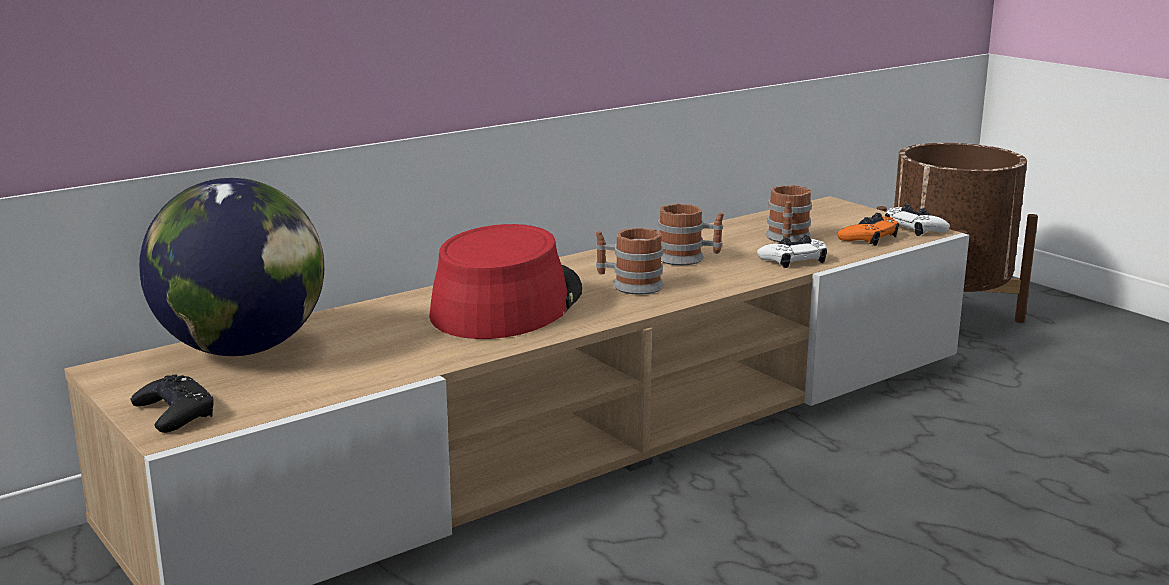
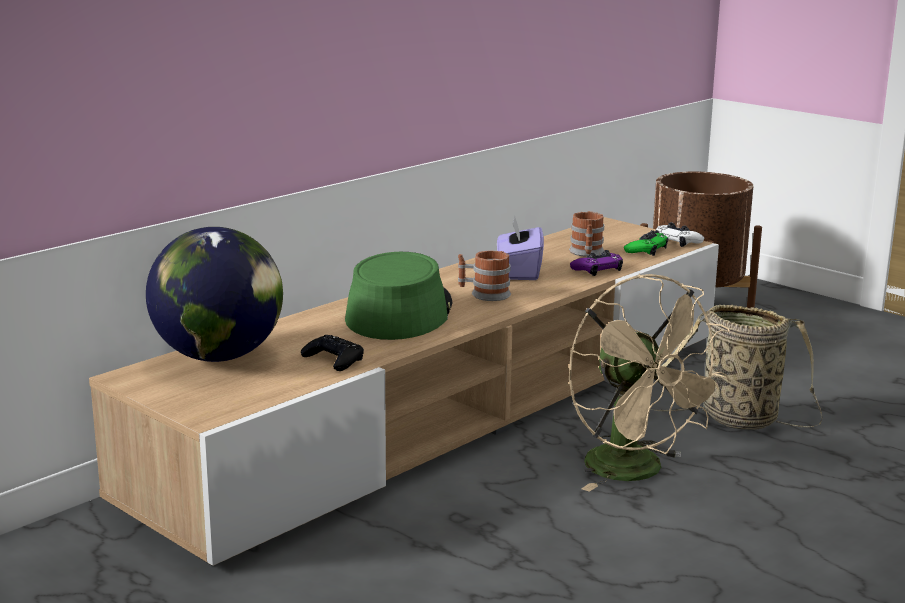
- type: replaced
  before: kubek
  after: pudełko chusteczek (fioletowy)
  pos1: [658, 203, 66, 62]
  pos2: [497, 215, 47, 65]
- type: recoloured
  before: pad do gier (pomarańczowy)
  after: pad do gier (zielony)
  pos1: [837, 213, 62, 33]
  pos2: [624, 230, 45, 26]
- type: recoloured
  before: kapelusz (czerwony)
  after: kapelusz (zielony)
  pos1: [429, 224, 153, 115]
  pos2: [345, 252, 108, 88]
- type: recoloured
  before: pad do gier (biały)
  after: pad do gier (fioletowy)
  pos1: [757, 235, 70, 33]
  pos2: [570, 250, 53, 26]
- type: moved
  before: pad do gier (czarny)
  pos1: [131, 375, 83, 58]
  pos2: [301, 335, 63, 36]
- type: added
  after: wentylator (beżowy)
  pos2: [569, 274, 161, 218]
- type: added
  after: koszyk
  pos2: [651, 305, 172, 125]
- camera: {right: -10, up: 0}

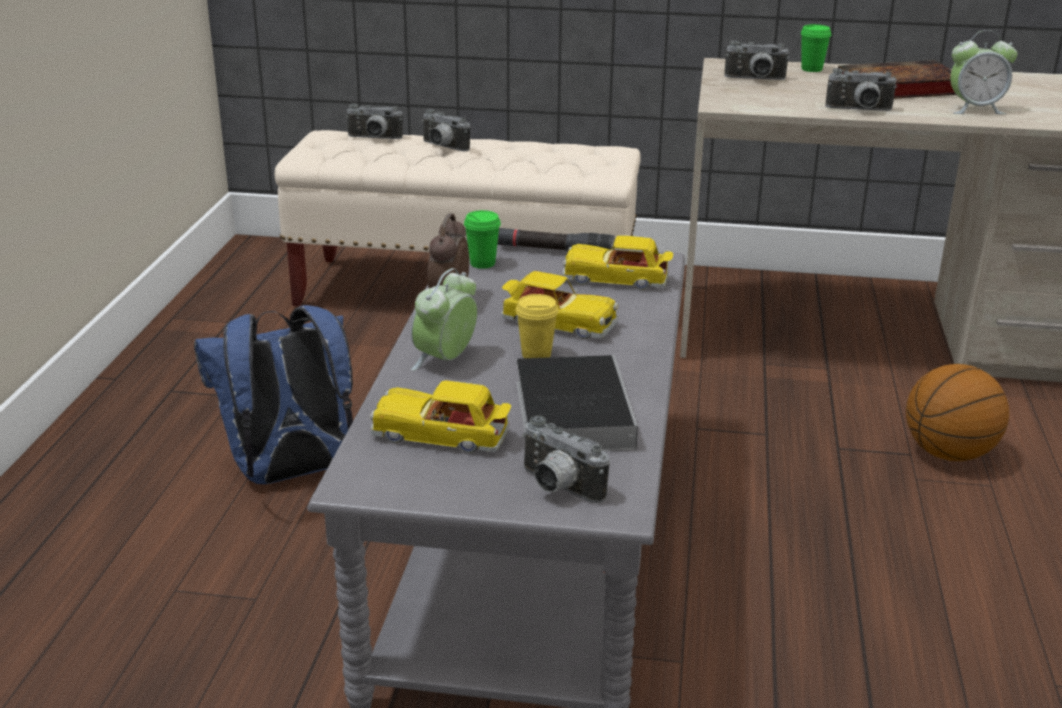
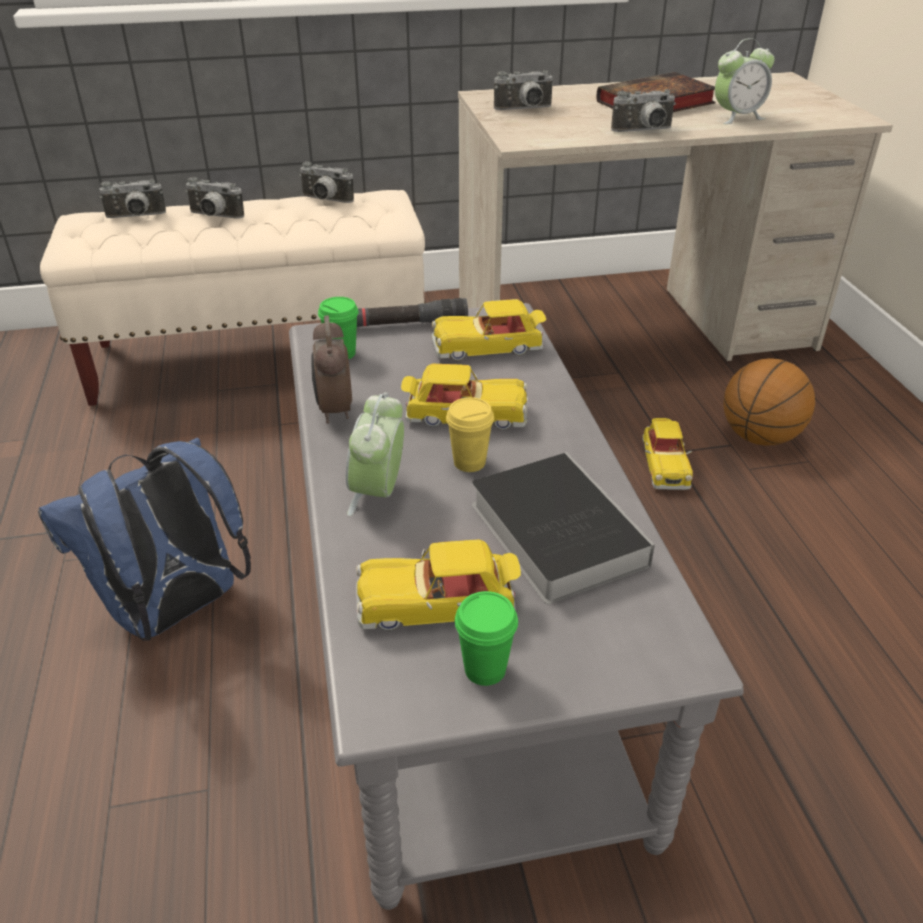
- type: moved
  before: filiżanka (zielony)
  pos1: [801, 24, 30, 48]
  pos2: [455, 591, 63, 95]
- type: moved
  before: aparat fotograficzny
  pos1: [522, 415, 88, 88]
  pos2: [299, 162, 55, 41]
- type: added
  after: samochodzik
  pos2: [642, 418, 51, 72]
- camera: {right: -20, up: 10}

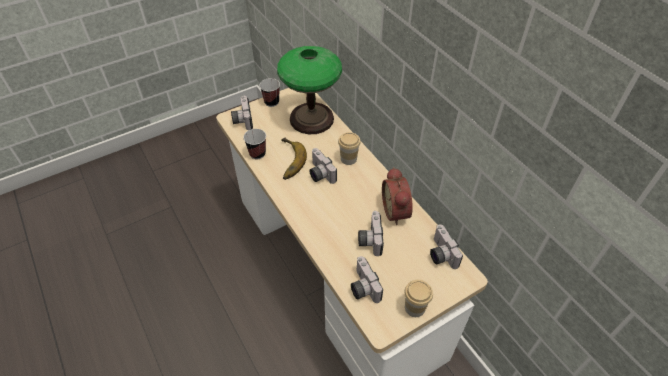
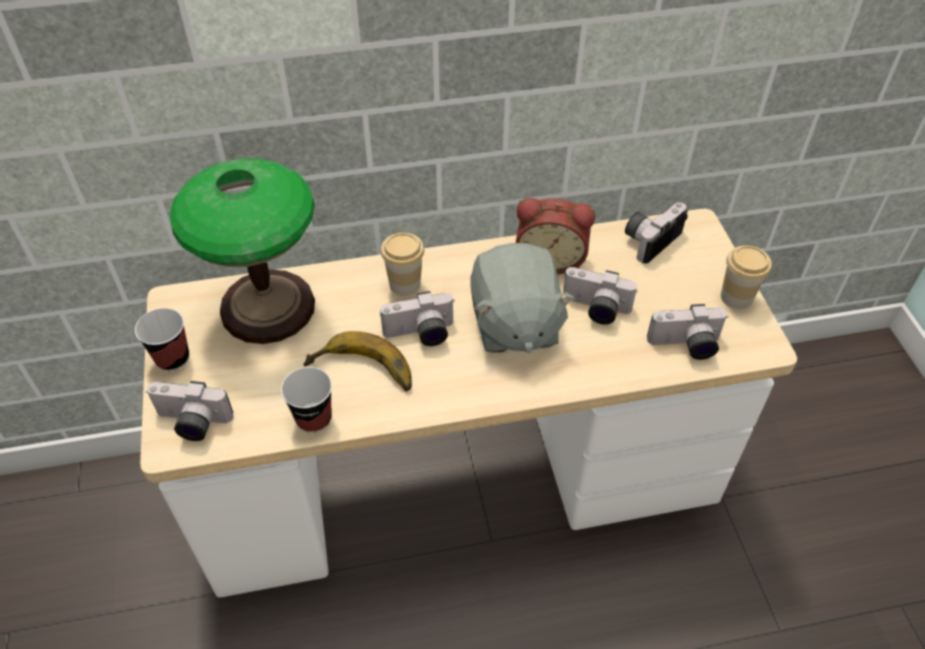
- type: turned
  before: aparat fotograficzny
  pos1: [430, 224, 33, 45]
  pos2: [625, 202, 63, 61]
  turn: 135
- type: added
  after: pluszak (szary)
  pos2: [470, 243, 105, 110]
- camera: {right: -70, up: 0}

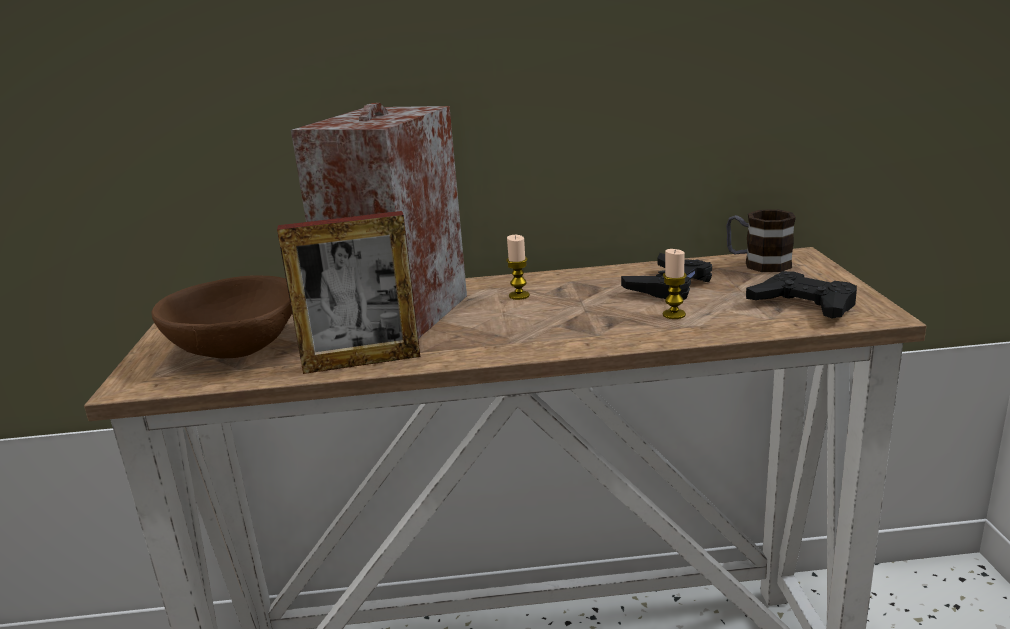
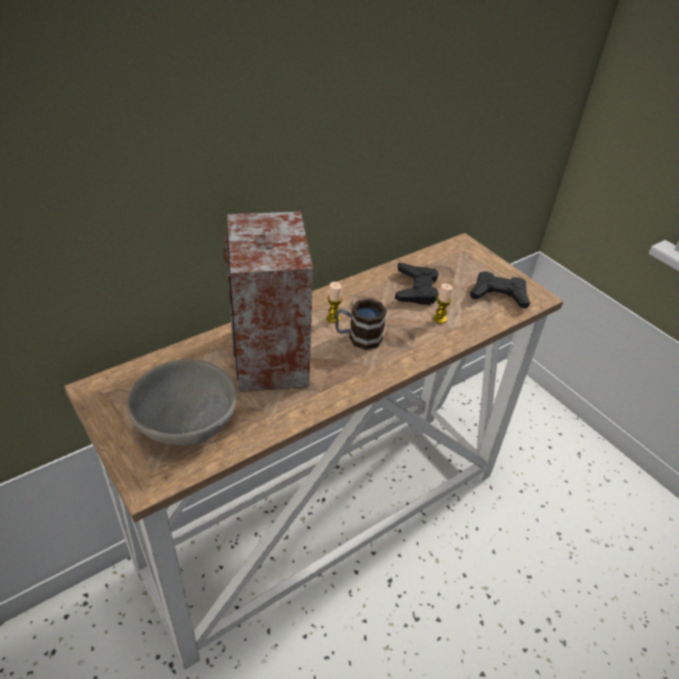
- type: moved
  before: kubek
  pos1: [726, 209, 70, 63]
  pos2: [335, 299, 52, 51]
- type: removed
  before: ramka na zdjęcie
  pos1: [277, 211, 143, 163]
- type: recoloured
  before: miska (brązowy)
  after: miska (szary)
  pos1: [151, 276, 141, 83]
  pos2: [127, 359, 109, 86]
- camera: {right: -35, up: 20}

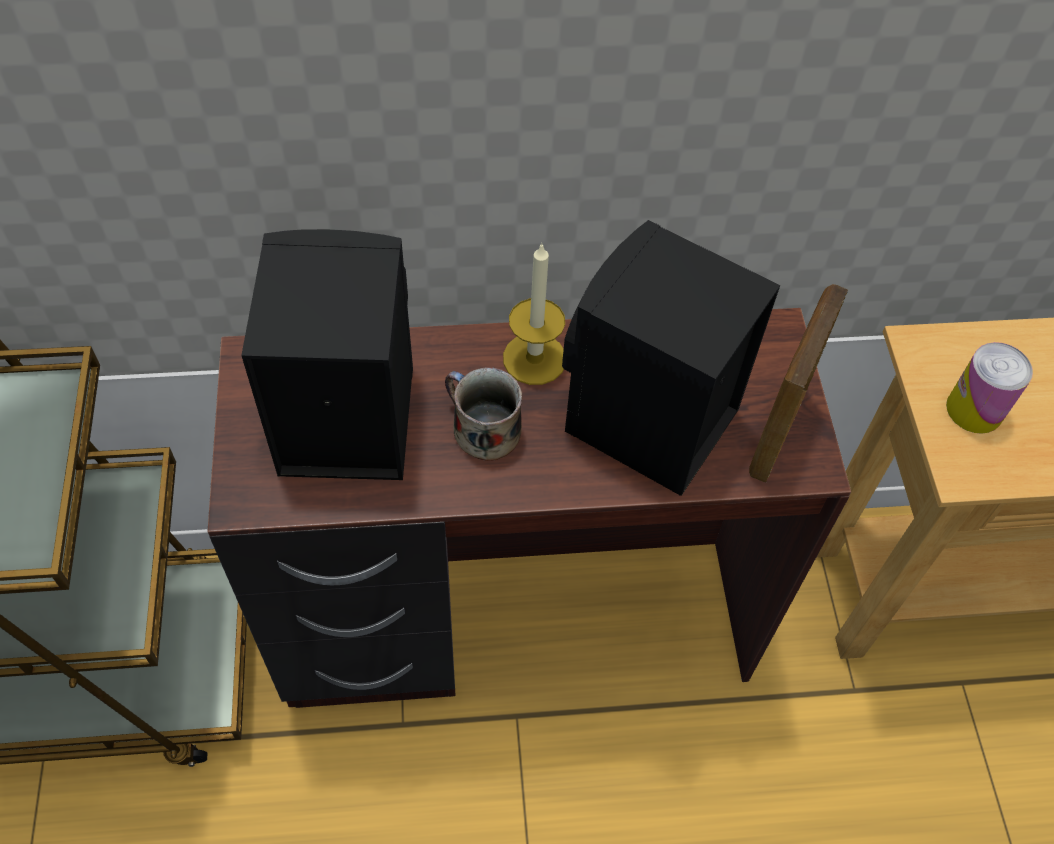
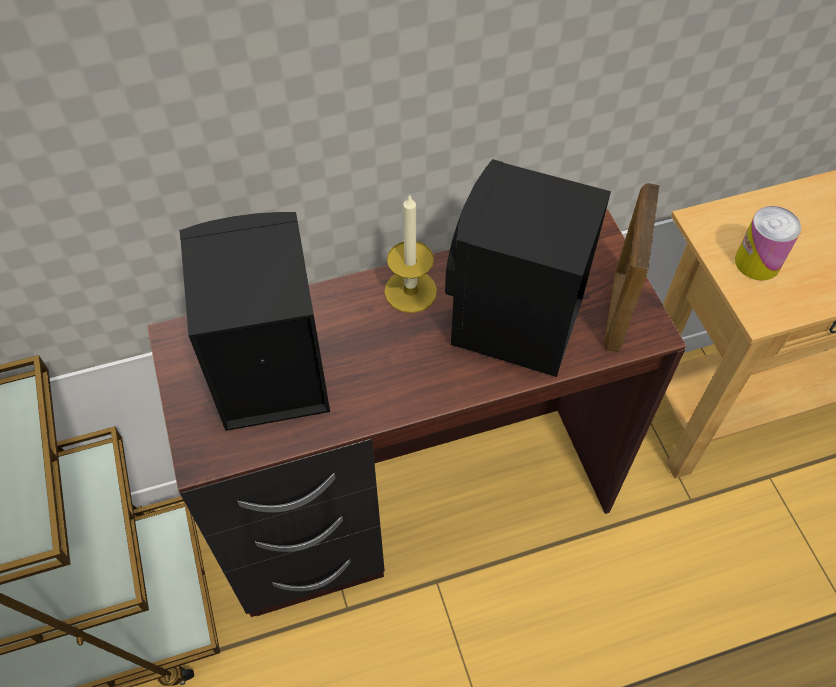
- type: removed
  before: kubek
  pos1: [445, 367, 77, 94]
- camera: {right: -10, up: 0}

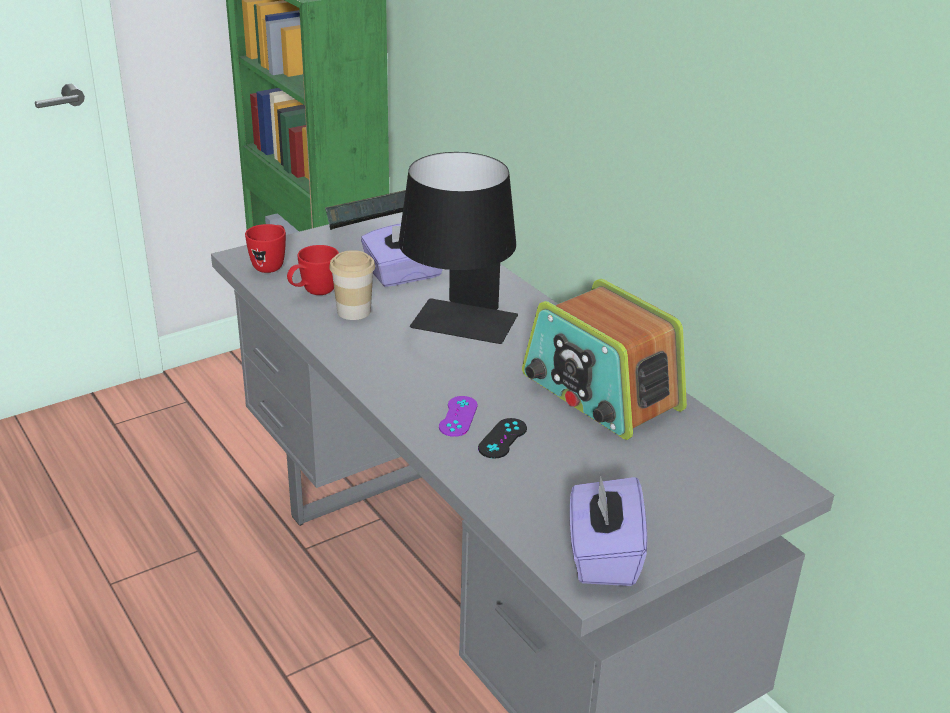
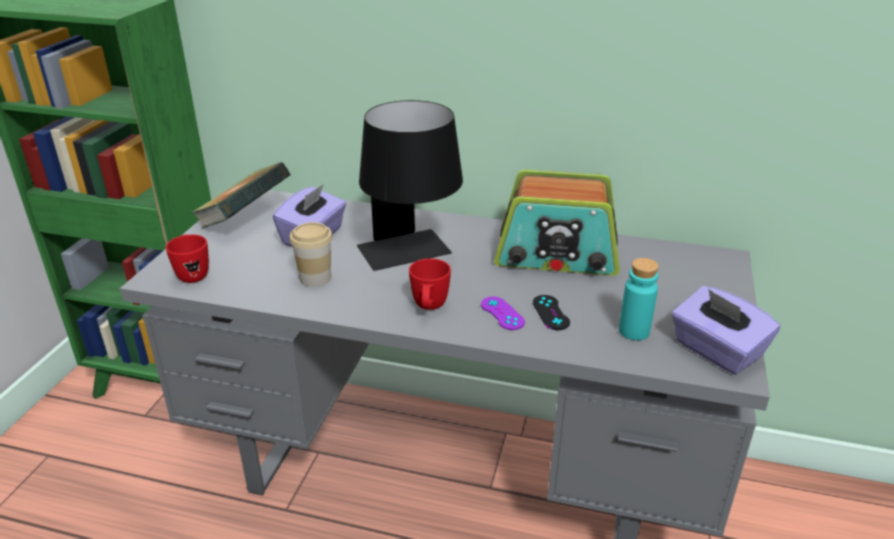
- type: moved
  before: kubek (czerwony)
  pos1: [287, 245, 52, 50]
  pos2: [409, 258, 42, 52]
- type: added
  after: butelka (turkusowy)
  pos2: [619, 258, 40, 82]
- camera: {right: -40, up: 0}

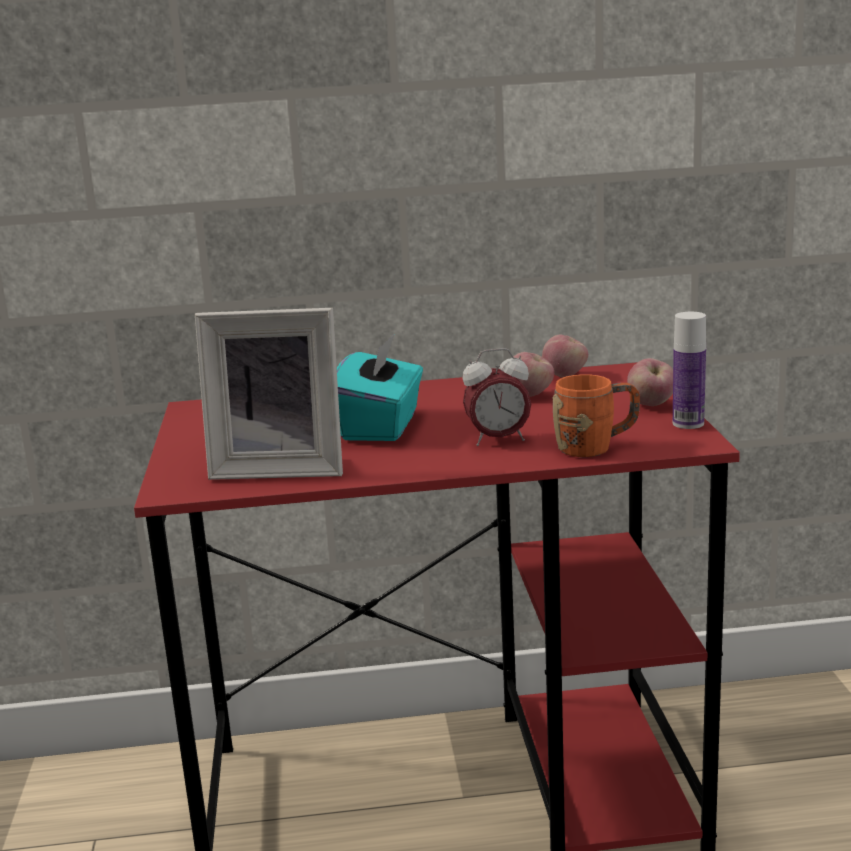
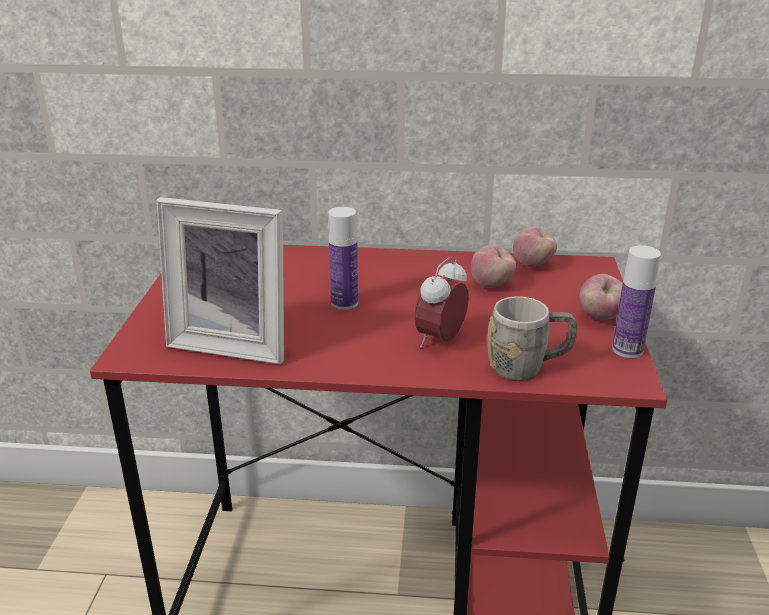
- type: replaced
  before: pudełko chusteczek (turkusowy)
  after: butelka
  pos1: [337, 334, 86, 107]
  pos2: [328, 207, 30, 103]
- type: turned
  before: budzik
  pos1: [463, 348, 68, 98]
  pos2: [414, 257, 55, 91]
  turn: 120
- type: recoloured
  before: kubek (pomarańczowy)
  after: kubek (szary)
  pos1: [552, 374, 88, 83]
  pos2: [487, 296, 91, 84]
- camera: {right: 10, up: 10}

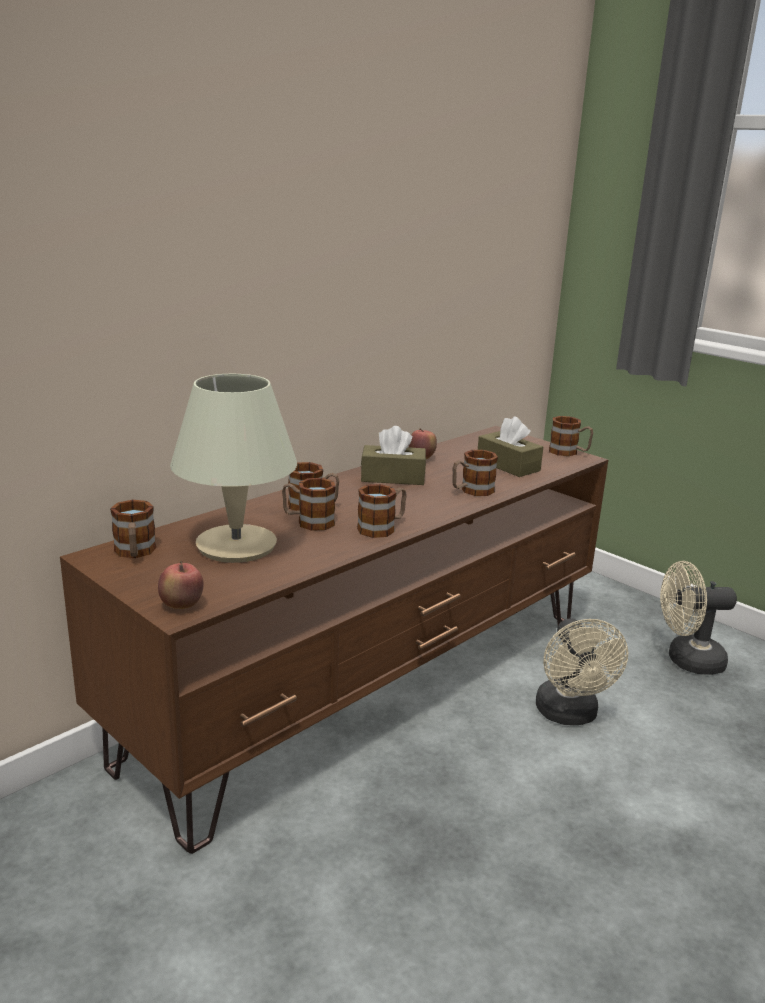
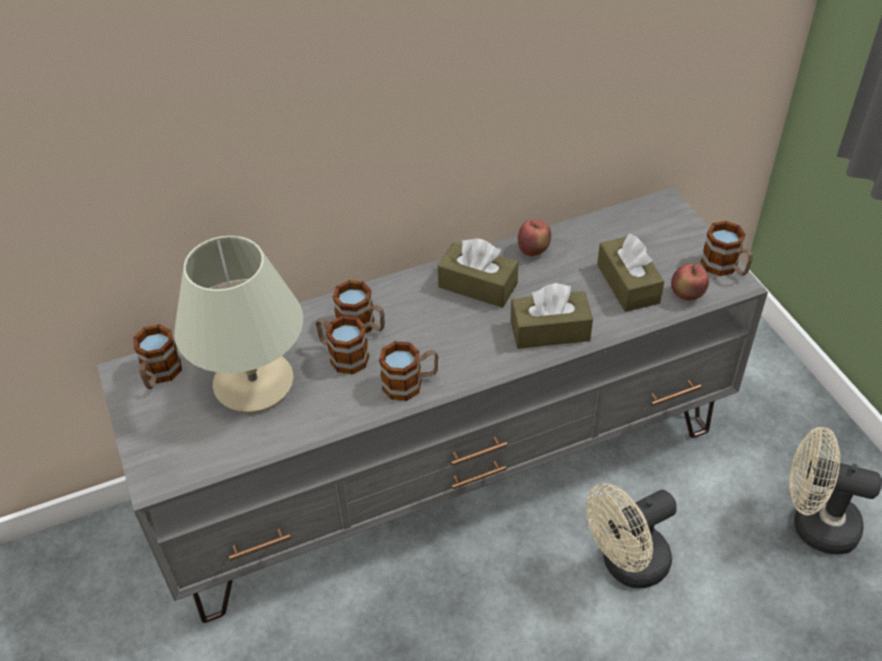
- type: recoloured
  before: szafka pod telewizor (brązowy)
  after: szafka pod telewizor (szary)
  pos1: [60, 426, 548, 428]
  pos2: [97, 187, 671, 436]
- type: replaced
  before: kubek
  after: pudełko chusteczek (brązowy)
  pos1: [452, 450, 46, 46]
  pos2: [511, 283, 82, 66]
- type: moved
  before: jabłko
  pos1: [158, 561, 45, 48]
  pos2: [671, 264, 38, 36]
- type: turned
  before: wentylator (beżowy)
  pos1: [536, 618, 92, 107]
  pos2: [586, 484, 91, 104]
  turn: 45
- camera: {right: 25, up: 25}

